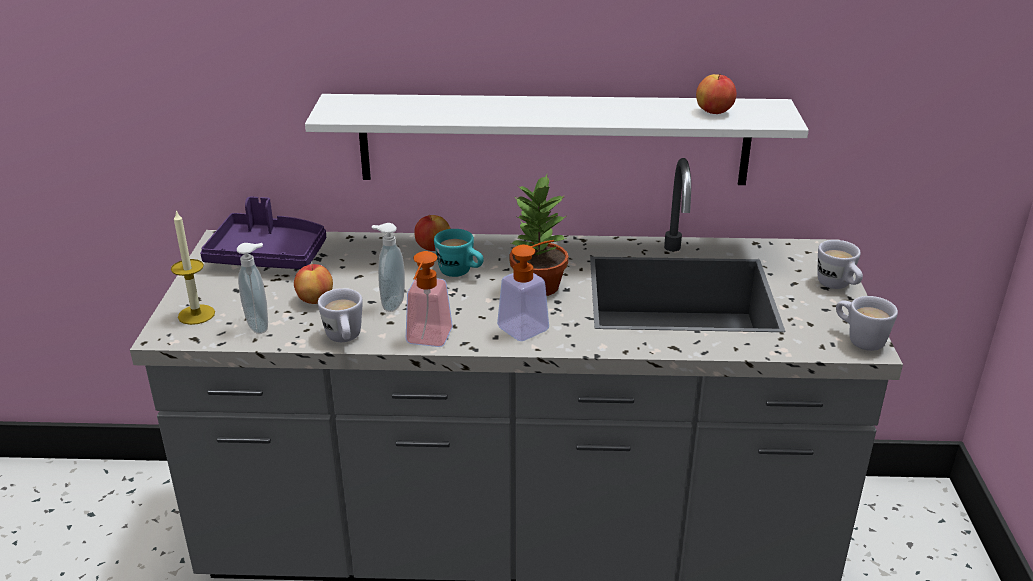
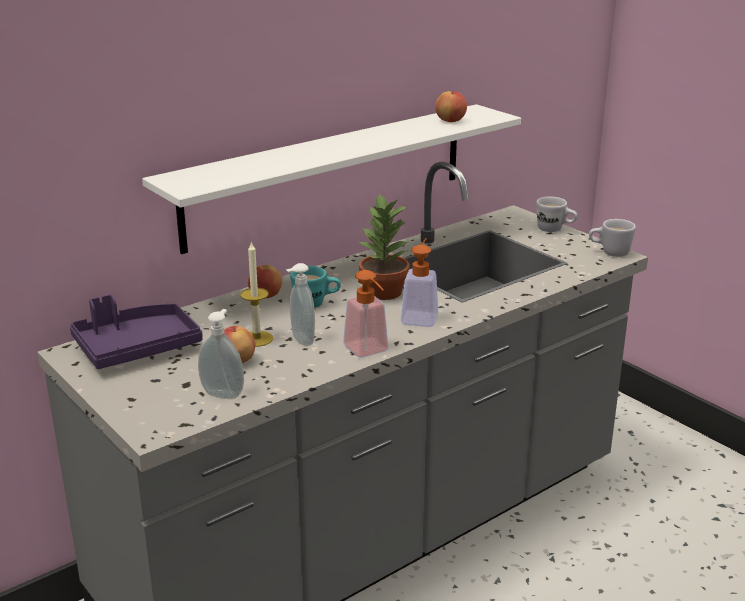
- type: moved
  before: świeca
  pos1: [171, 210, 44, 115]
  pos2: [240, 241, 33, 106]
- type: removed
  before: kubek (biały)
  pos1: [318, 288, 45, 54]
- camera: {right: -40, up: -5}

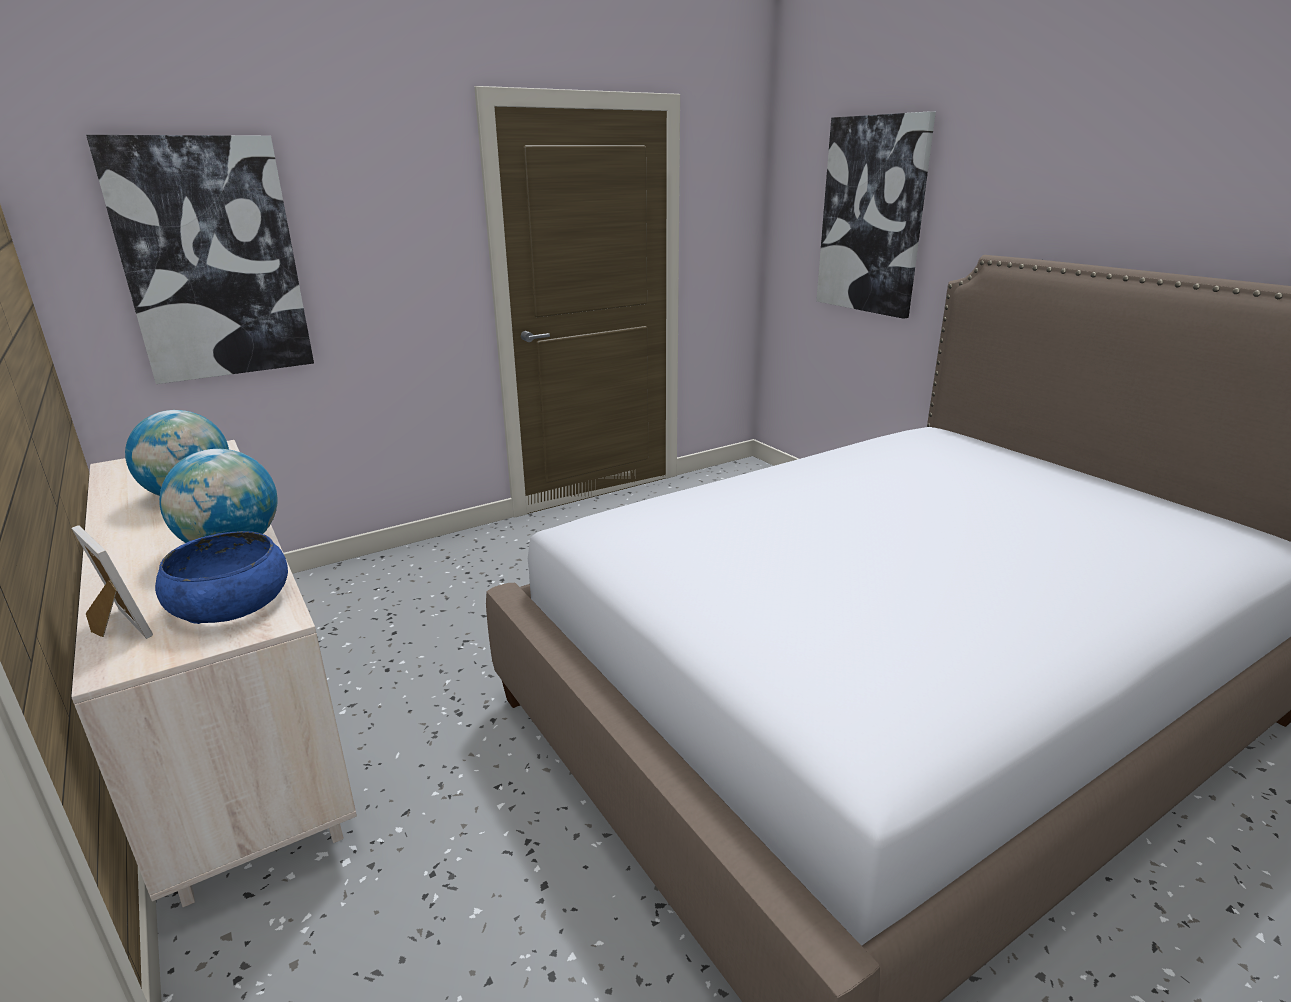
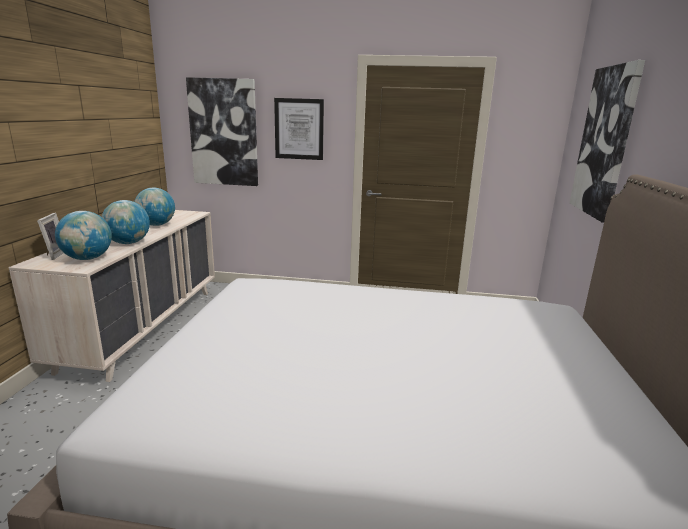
- type: replaced
  before: miska (niebieski)
  after: globus
  pos1: [155, 531, 133, 93]
  pos2: [55, 211, 57, 49]
- type: added
  after: obraz
  pos2: [274, 98, 50, 62]
- camera: {right: 40, up: -5}

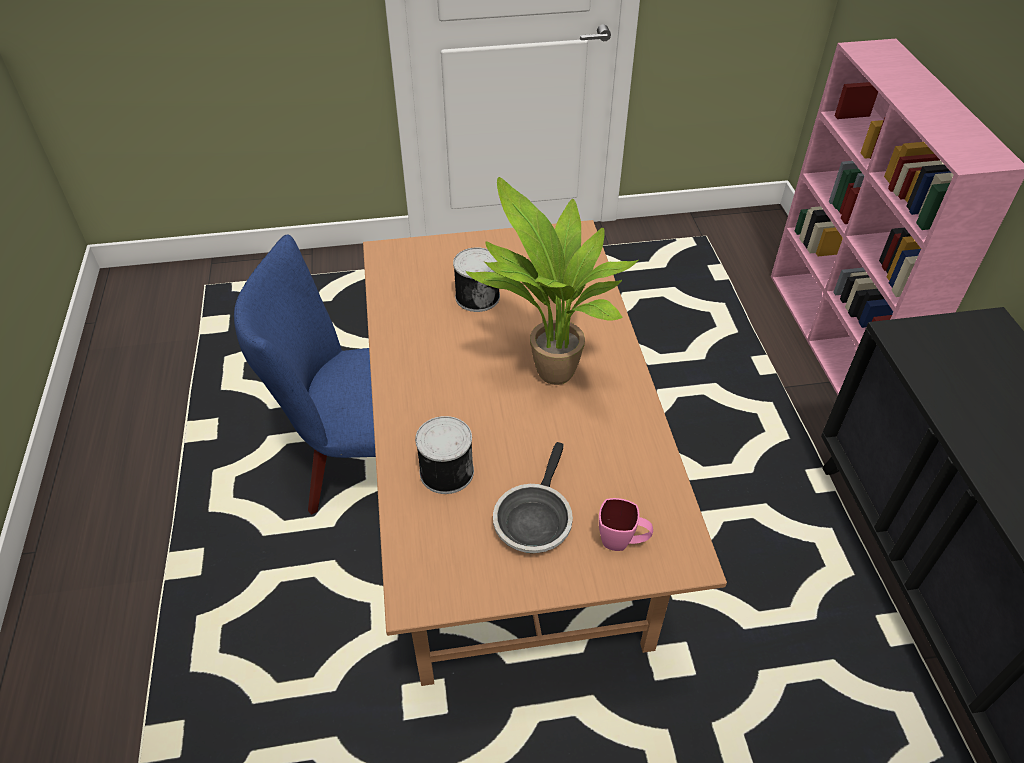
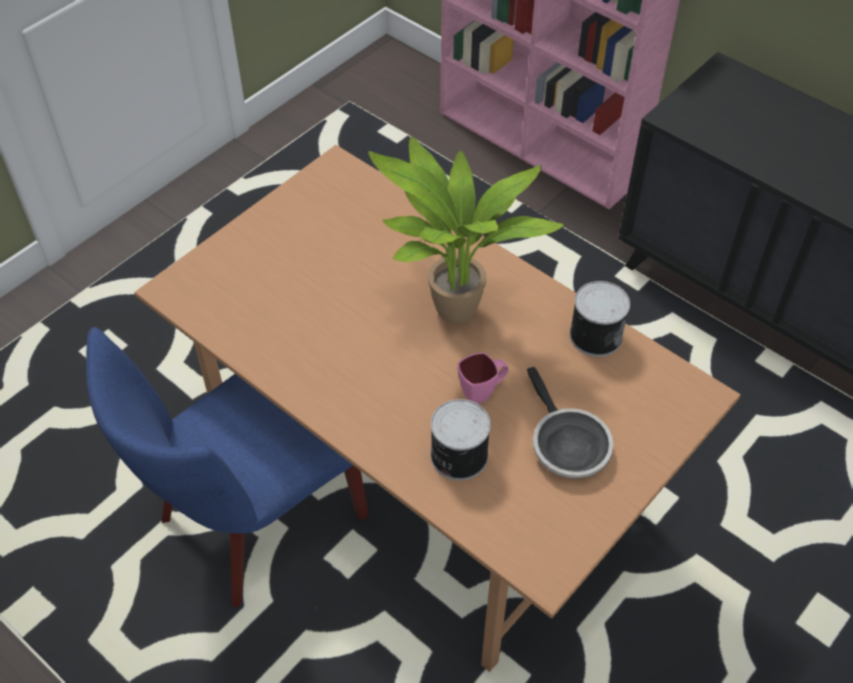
- type: moved
  before: puszka
  pos1: [453, 247, 47, 65]
  pos2: [569, 281, 61, 76]
- type: moved
  before: kubek (różowy)
  pos1: [599, 498, 54, 53]
  pos2: [458, 353, 50, 51]
- camera: {right: -40, up: 5}

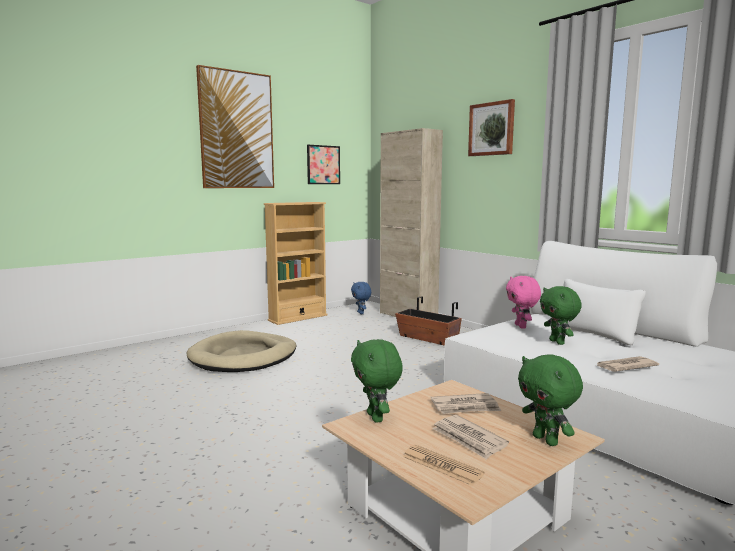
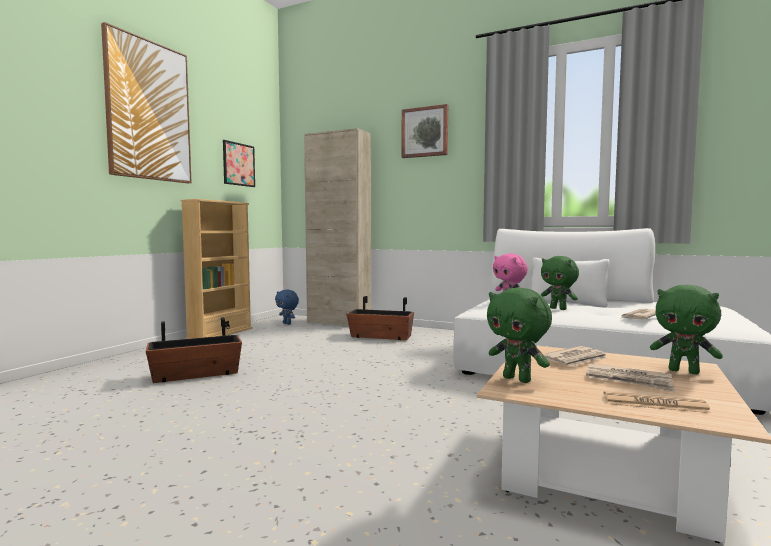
- type: replaced
  before: legowisko (beżowy)
  after: donica
  pos1: [186, 330, 110, 42]
  pos2: [146, 317, 96, 66]
- camera: {right: -25, up: -5}

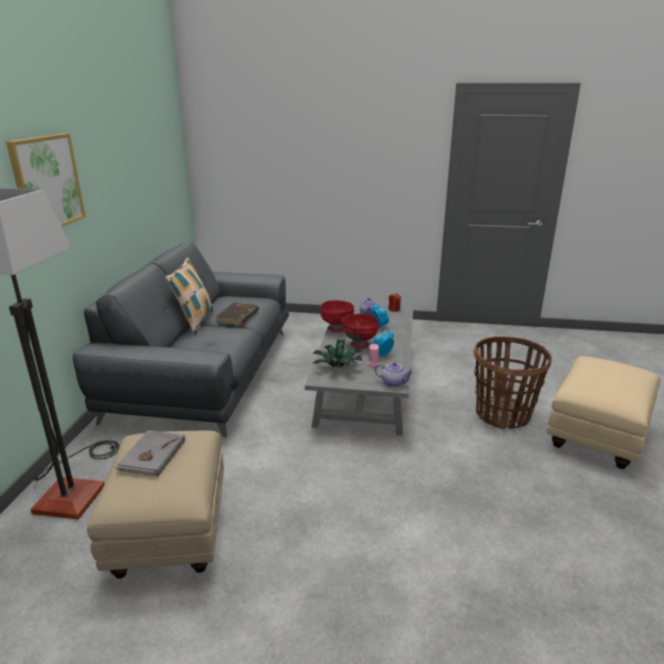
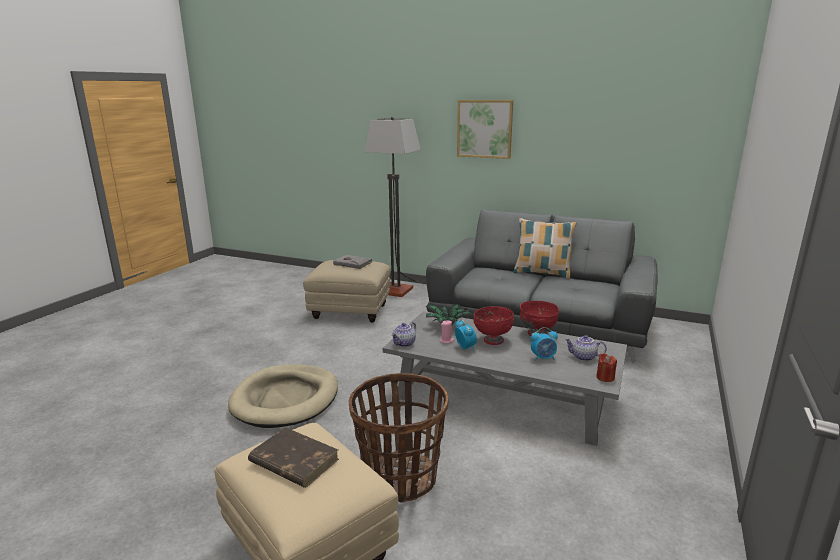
- type: moved
  before: książka (brązowy)
  pos1: [216, 302, 43, 24]
  pos2: [248, 427, 91, 61]
- type: added
  after: legowisko (beżowy)
  pos2: [228, 364, 110, 64]
- camera: {right: 105, up: -5}

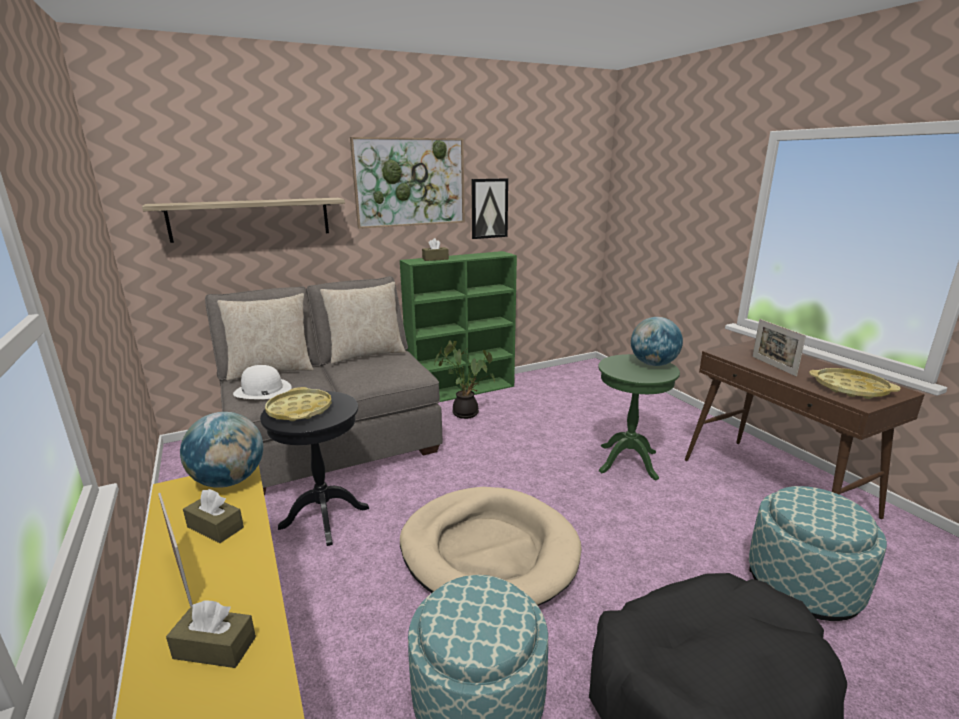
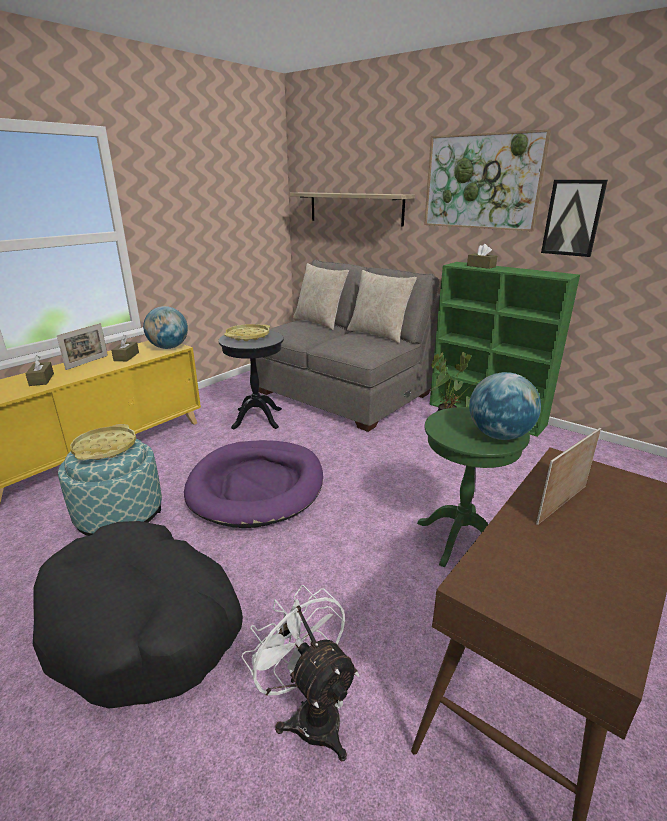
- type: removed
  before: kapelusz (biały)
  pos1: [233, 365, 59, 34]
- type: moved
  before: taca (żółty)
  pos1: [809, 368, 91, 31]
  pos2: [70, 424, 66, 36]
- type: replaced
  before: pufa
  after: wentylator (biały)
  pos1: [749, 486, 138, 135]
  pos2: [241, 585, 118, 176]
- type: recoloured
  before: legowisko (beżowy)
  after: legowisko (fioletowy)
  pos1: [400, 487, 182, 119]
  pos2: [184, 440, 139, 88]
- camera: {right: 65, up: 5}

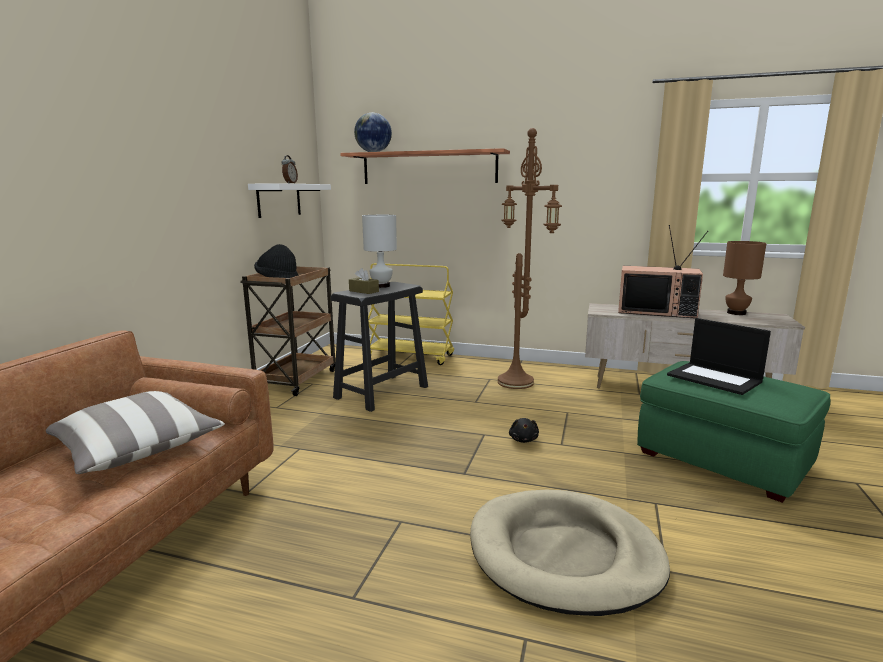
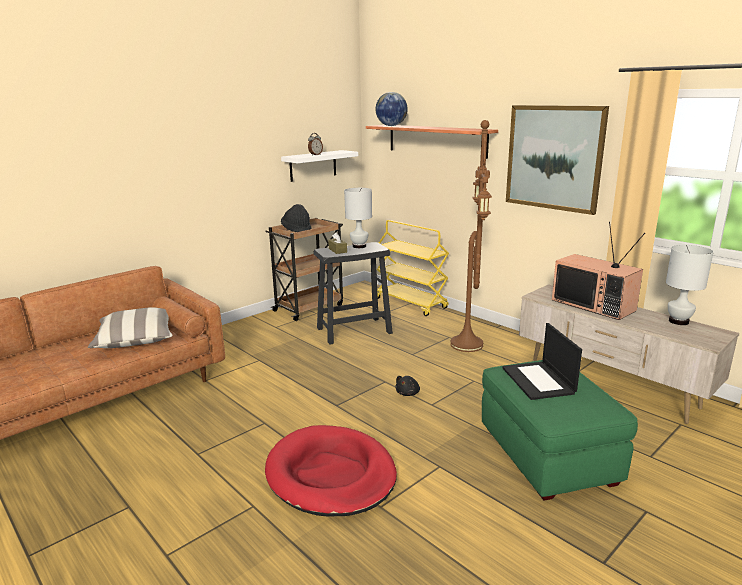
- type: recoloured
  before: lampa stołowa (brązowy)
  after: lampa stołowa (biały)
  pos1: [723, 241, 44, 74]
  pos2: [666, 245, 48, 80]
- type: recoloured
  before: legowisko (beżowy)
  after: legowisko (czerwony)
  pos1: [470, 490, 200, 126]
  pos2: [265, 425, 132, 91]
- type: added
  after: obraz
  pos2: [506, 105, 103, 110]
- camera: {right: 30, up: 5}

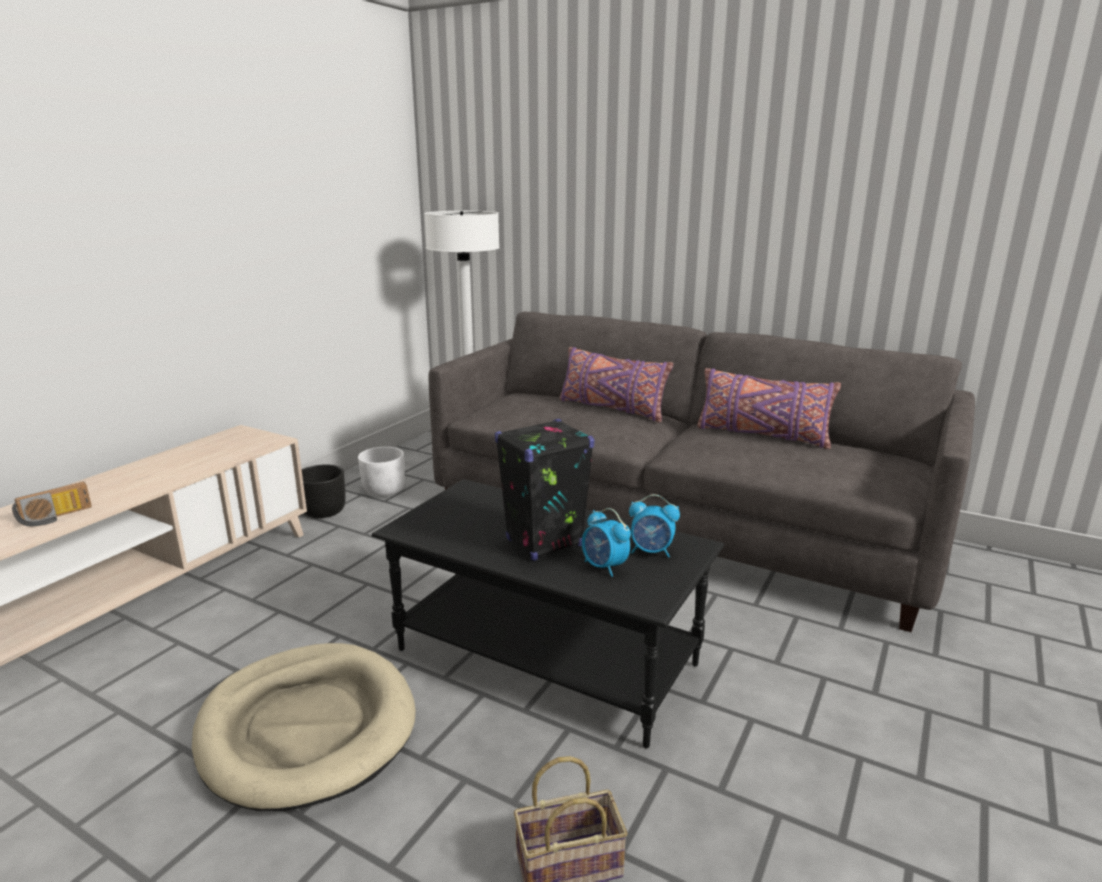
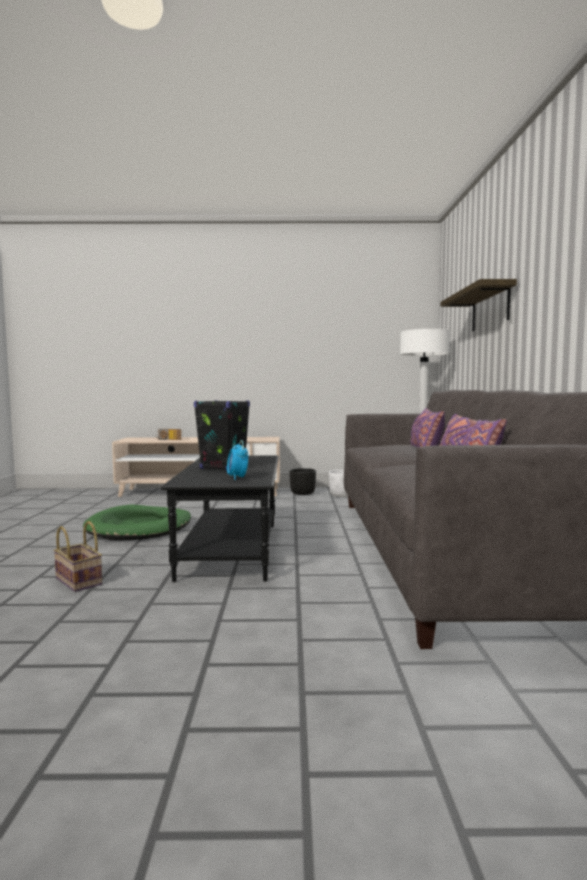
- type: removed
  before: budzik
  pos1: [582, 508, 49, 69]
- type: recoloured
  before: legowisko (beżowy)
  after: legowisko (zielony)
  pos1: [192, 643, 224, 168]
  pos2: [83, 505, 108, 36]
- type: added
  after: półka
  pos2: [440, 279, 77, 52]
- camera: {right: 60, up: -15}

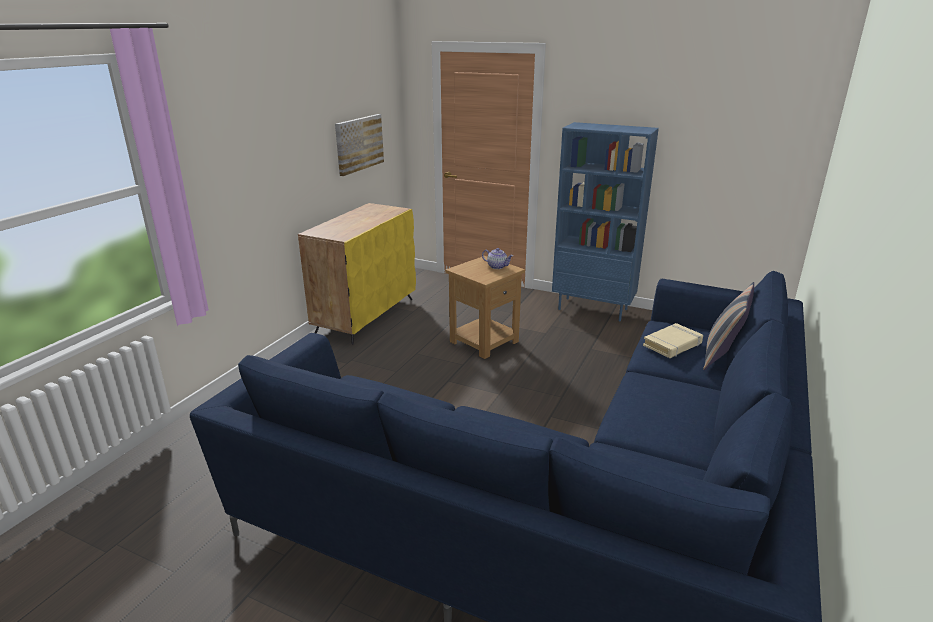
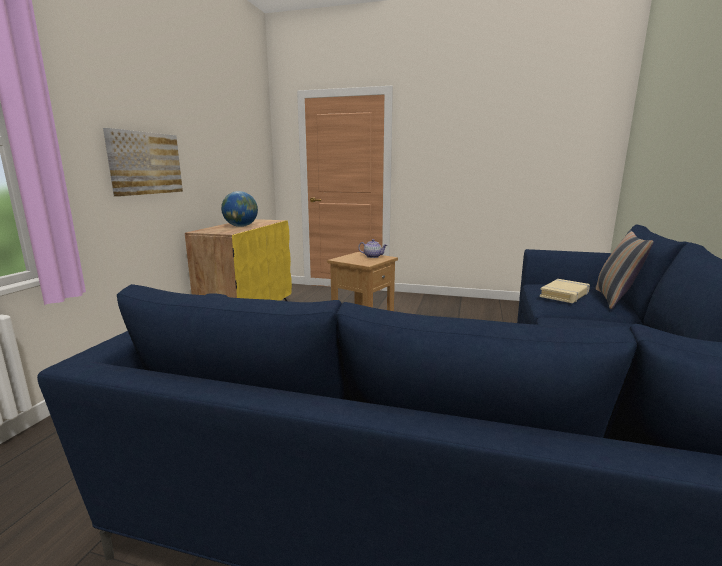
- type: moved
  before: obraz
  pos1: [335, 114, 49, 62]
  pos2: [103, 128, 80, 69]
- type: removed
  before: regał (niebieski)
  pos1: [552, 122, 107, 199]
- type: added
  after: globus
  pos2: [221, 191, 37, 36]
- camera: {right: -10, up: -10}

